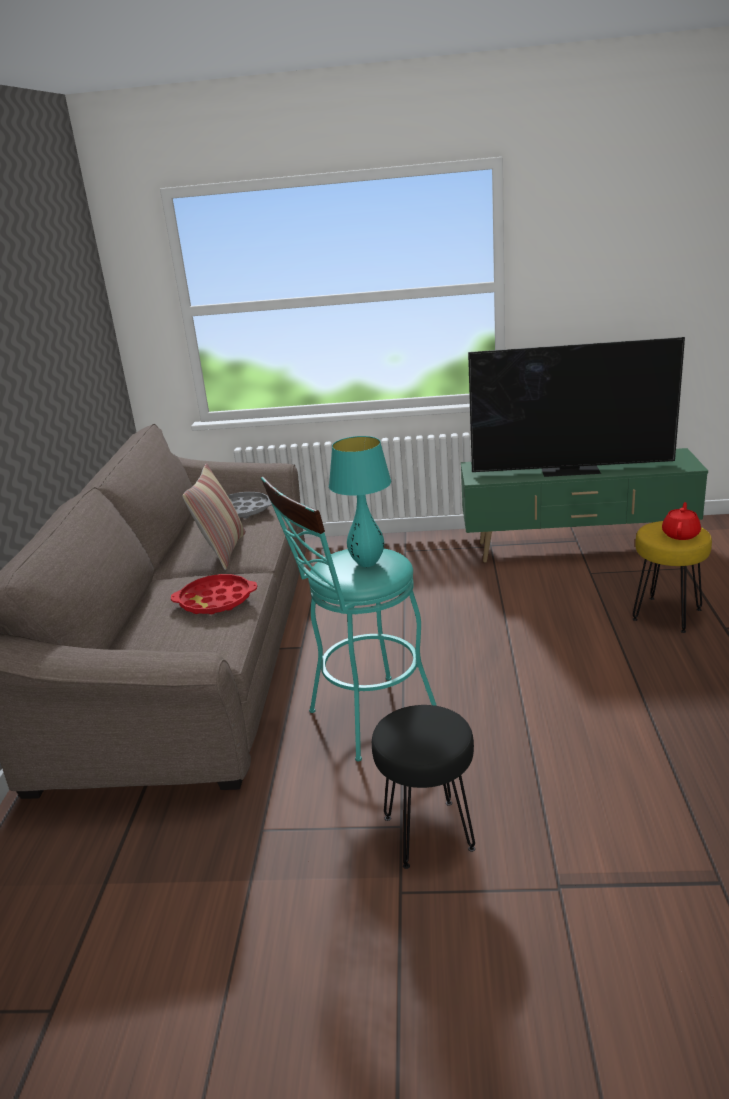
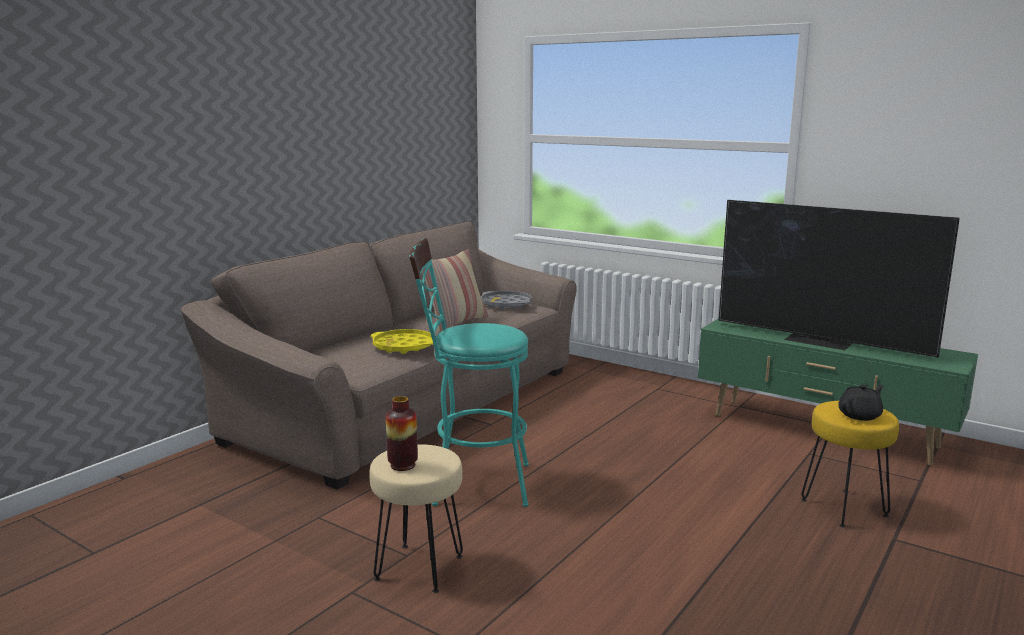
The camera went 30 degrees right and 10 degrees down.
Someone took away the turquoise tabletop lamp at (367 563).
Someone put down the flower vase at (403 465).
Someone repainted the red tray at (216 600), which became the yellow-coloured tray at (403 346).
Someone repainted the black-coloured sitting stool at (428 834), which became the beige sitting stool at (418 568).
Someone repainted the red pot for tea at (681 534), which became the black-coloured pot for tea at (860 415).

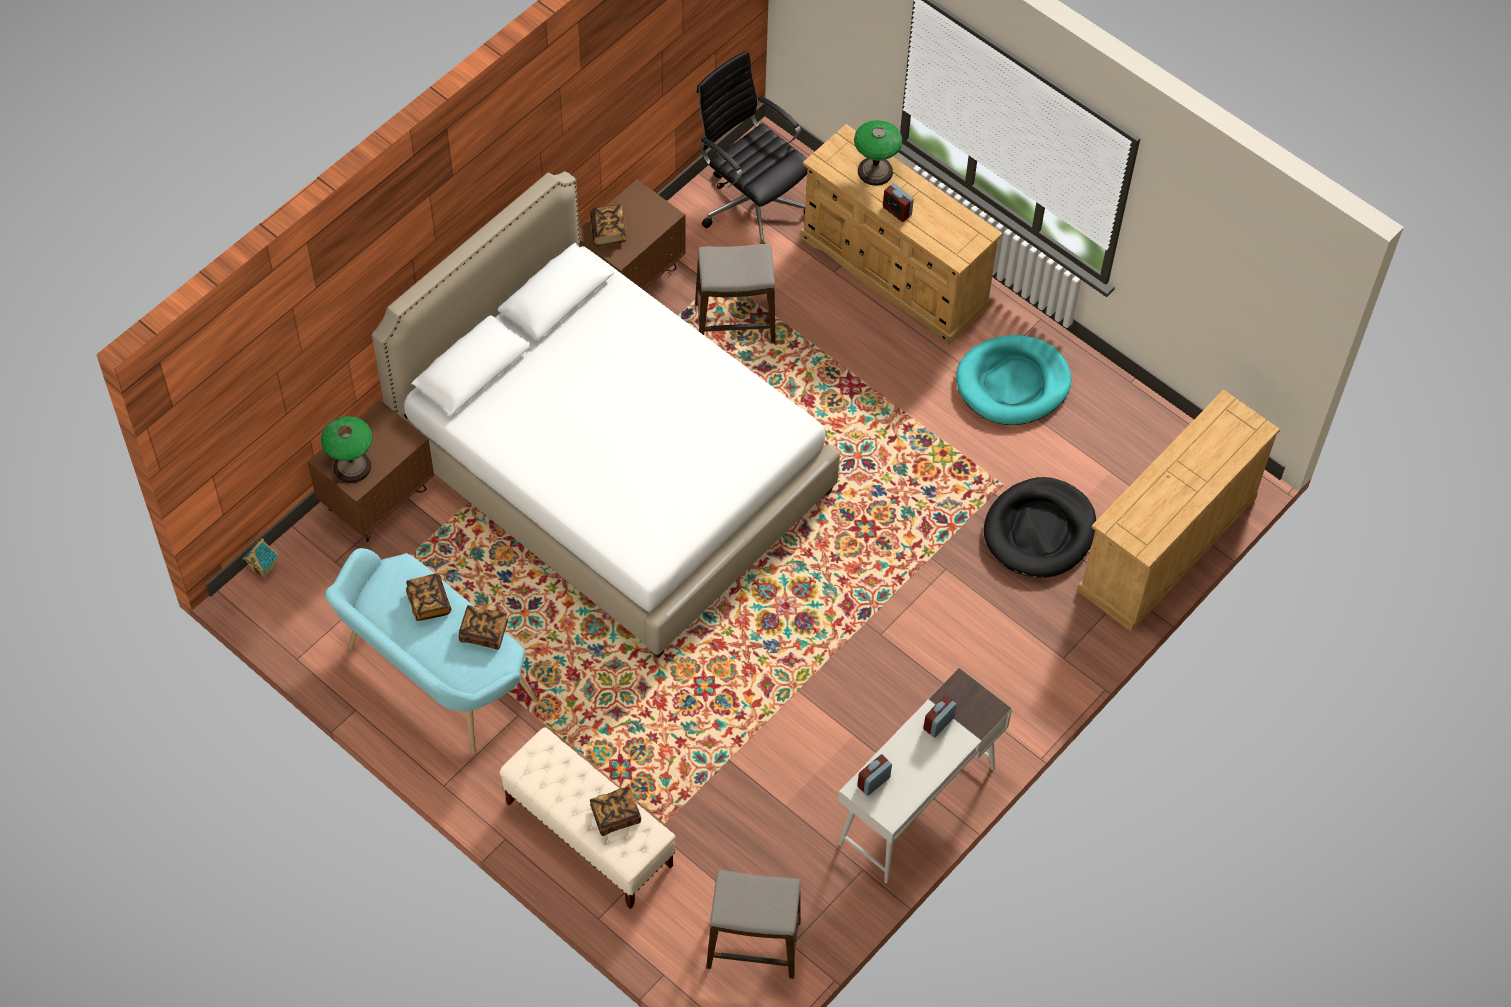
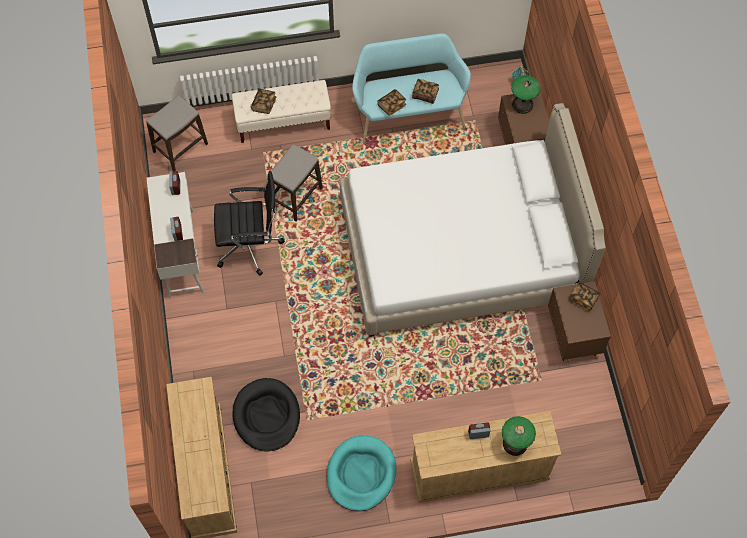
The camera went 130 degrees right and 5 degrees up.
Someone carried the sitting stool from (734 323) to (296 197).
Someone carried the black-coloured computer chair from (752 204) to (250 245).

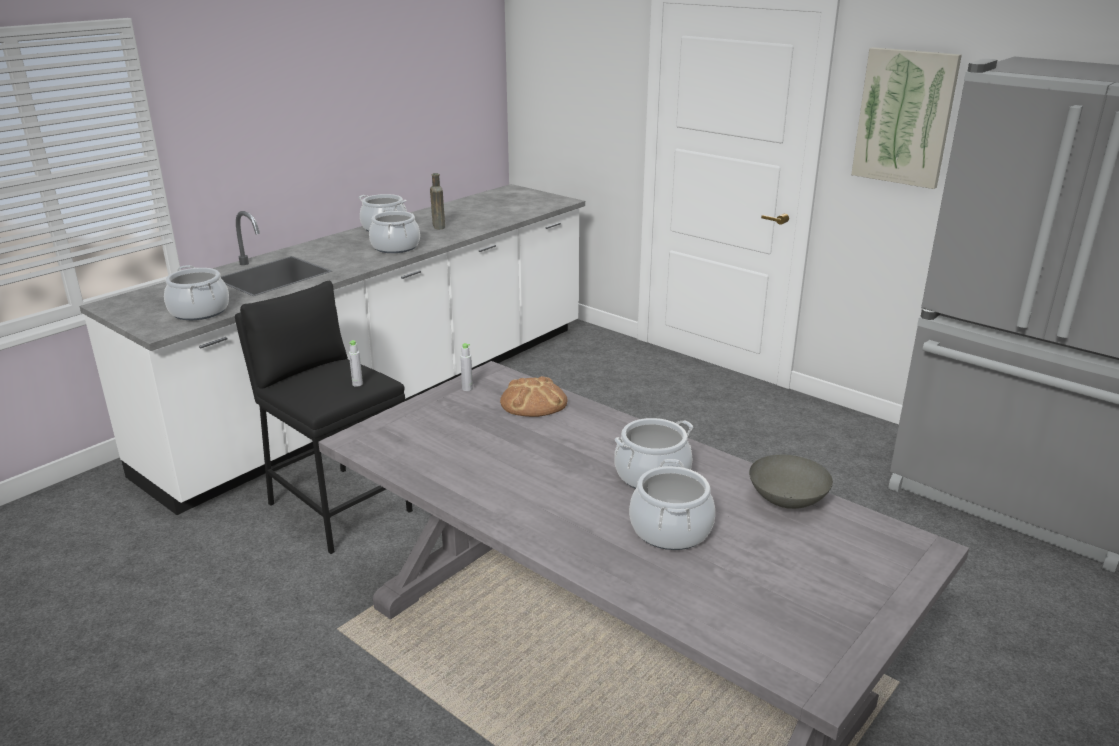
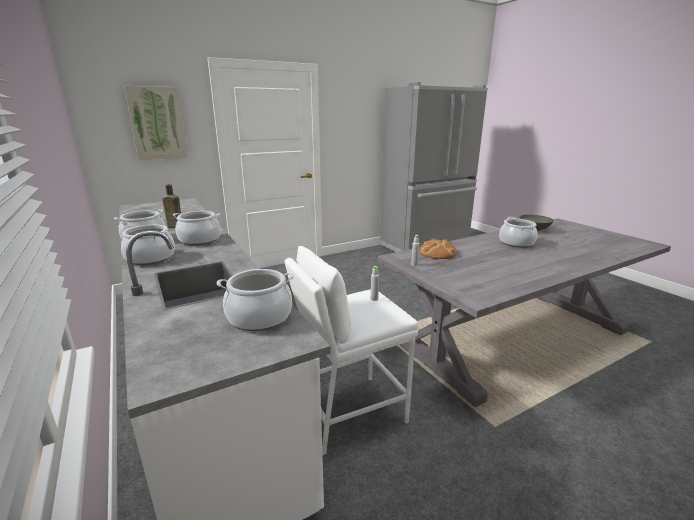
The camera went 70 degrees left and 5 degrees down.
Someone carried the stockpot from (671 529) to (151 258).
Someone carried the wall picture from (904 117) to (157 123).
Someone repainted the black-coloured sitting stool at (339 507), which became the white sitting stool at (349 412).

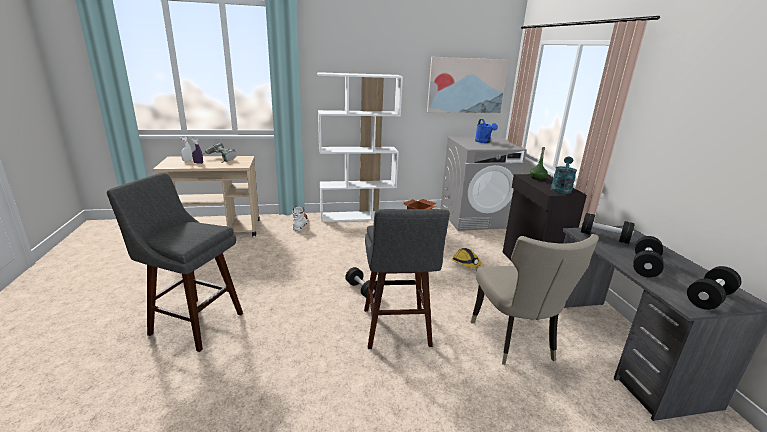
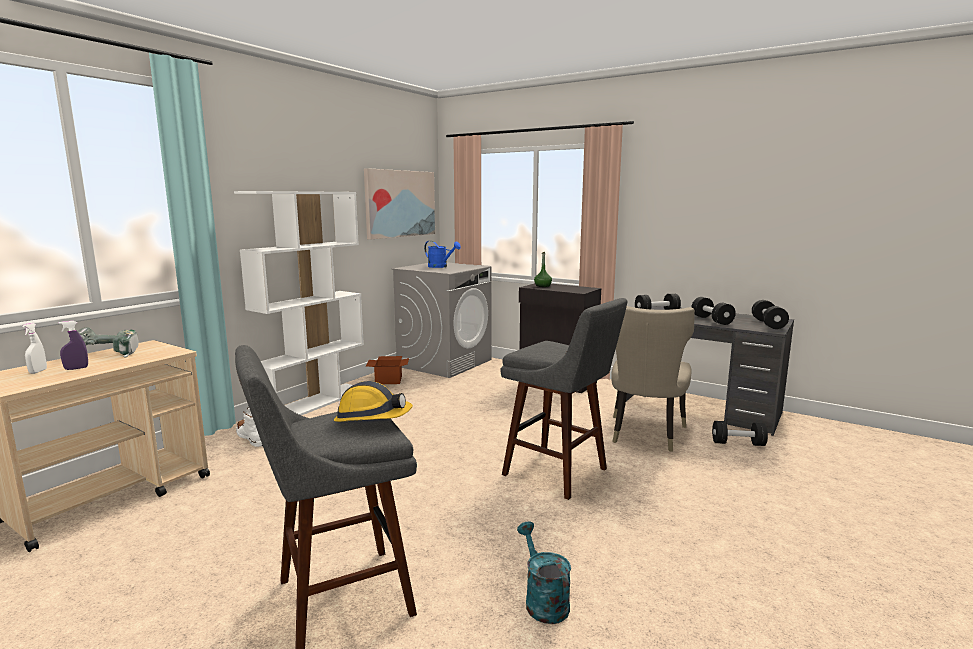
The camera went 45 degrees left and 10 degrees down.
Someone carried the black-coloured dumbbell from (362 290) to (738 443).
Someone carried the safety helmet from (466 263) to (372 418).
Someone carried the turquoise sprinkling can from (561 188) to (543 600).
Someone rotated the beige plain chair at (515 342) by 75 degrees clockwise.

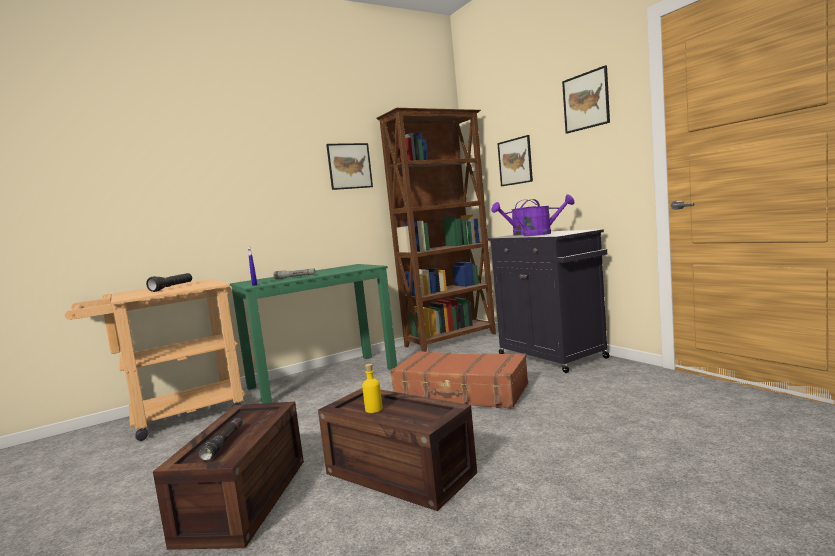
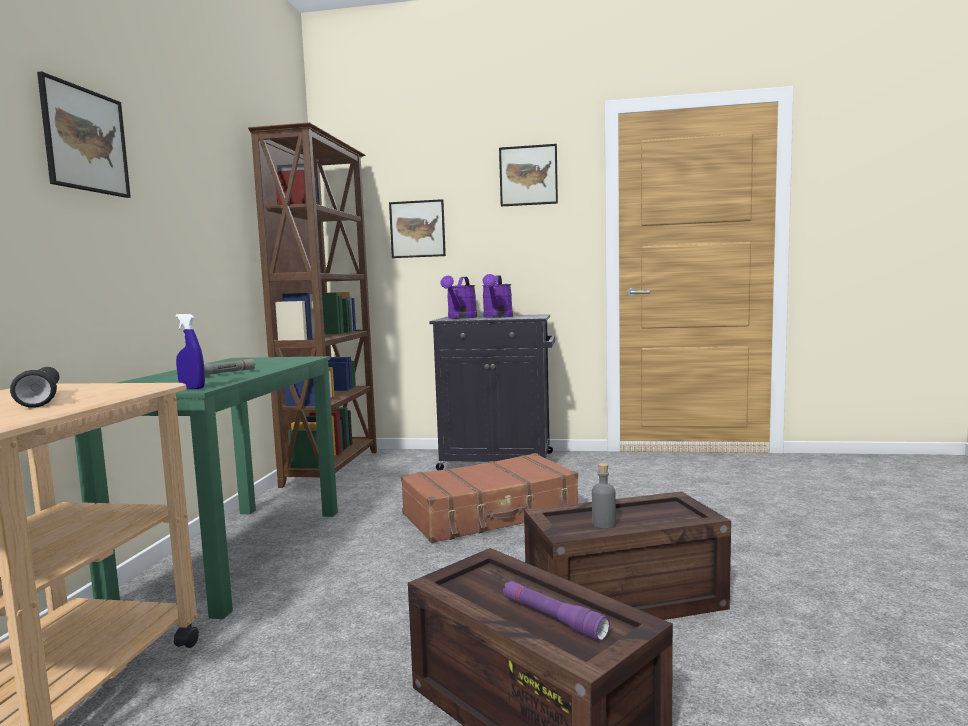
The camera went 50 degrees left and 0 degrees up.
Someone carried the wall picture from (349 166) to (85 140).
Someone repainted the black-coloured flashlight at (223 443), which became the purplish flashlight at (552 618).
Someone repainted the yellow-coloured bottle at (374 409), which became the gray bottle at (603 524).
Someone rotated the purplish sprinkling can at (543 234) by 150 degrees clockwise.

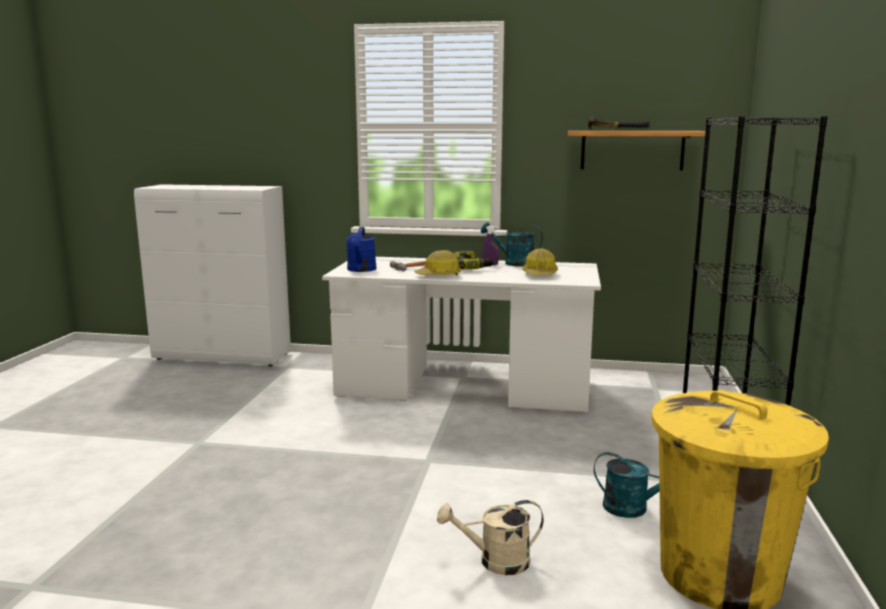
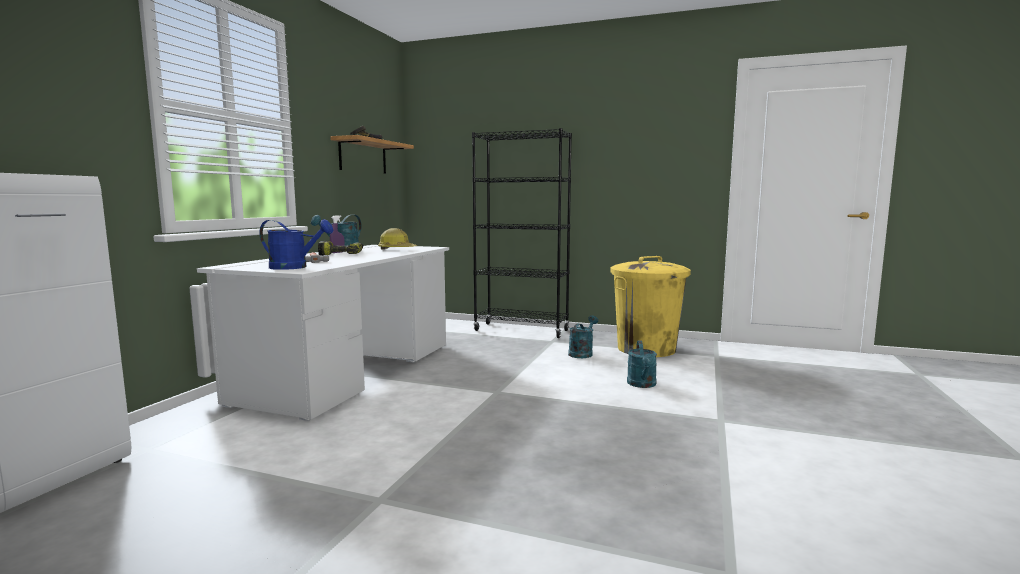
The camera went 80 degrees left and 5 degrees down.
Someone took away the safety helmet at (439 276).
Someone repainted the beige sprinkling can at (495 562), which became the turquoise sprinkling can at (642 385).

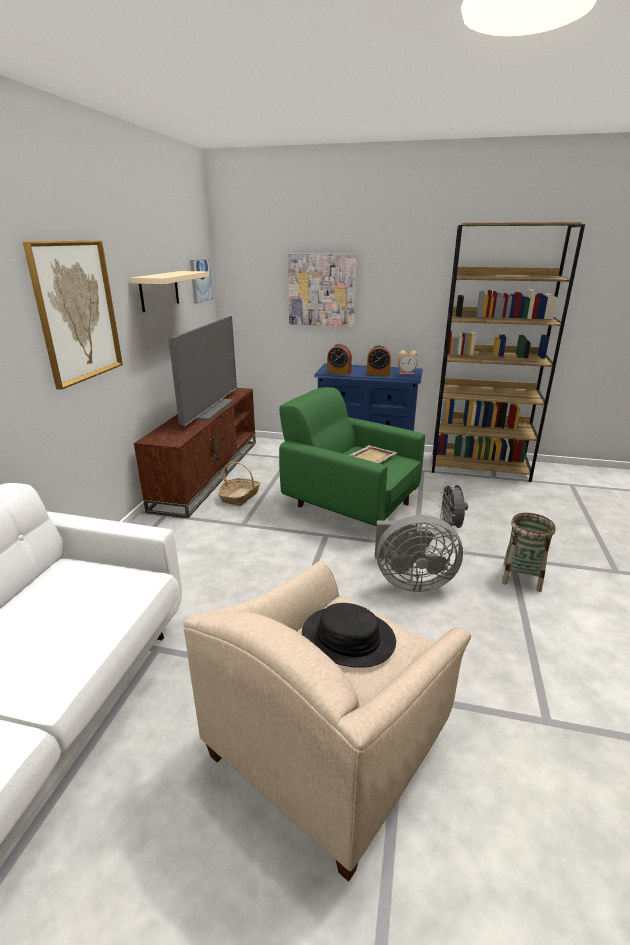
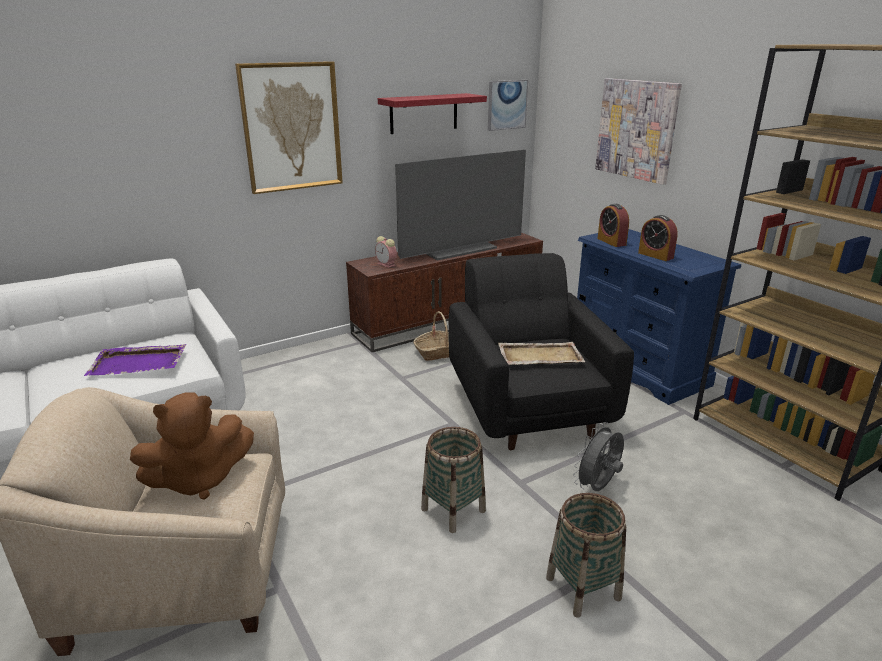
The camera went 45 degrees right and 0 degrees up.
Someone put down the purplish tray at (139 363).
Someone carried the bedside clock from (407 373) to (387 265).
Someone swapped the black-coloured clothing hat at (348 638) for the brown-coloured soft toy at (199 480).
Someone swapped the gray fan at (410 581) for the basket at (453 510).
Someone repainted the beige shelf at (159 290), which became the red shelf at (424 113).
Someone repainted the greenish lounge chair at (349 503), which became the black-coloured lounge chair at (528 406).

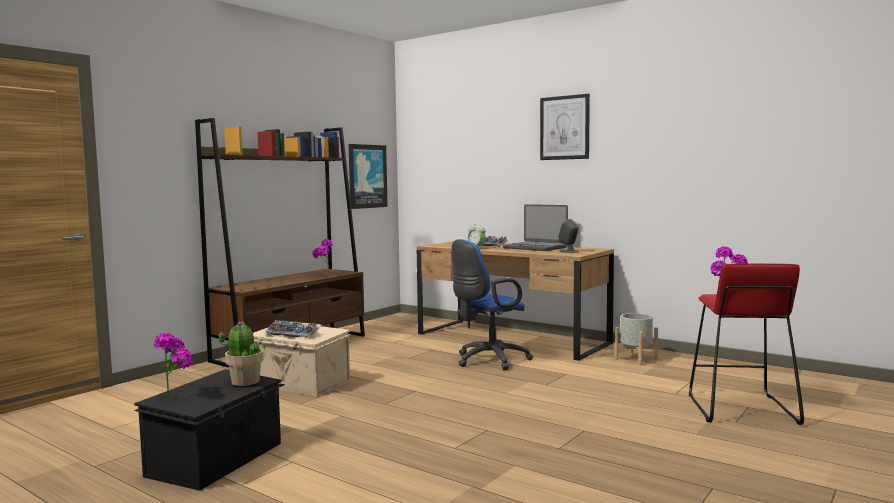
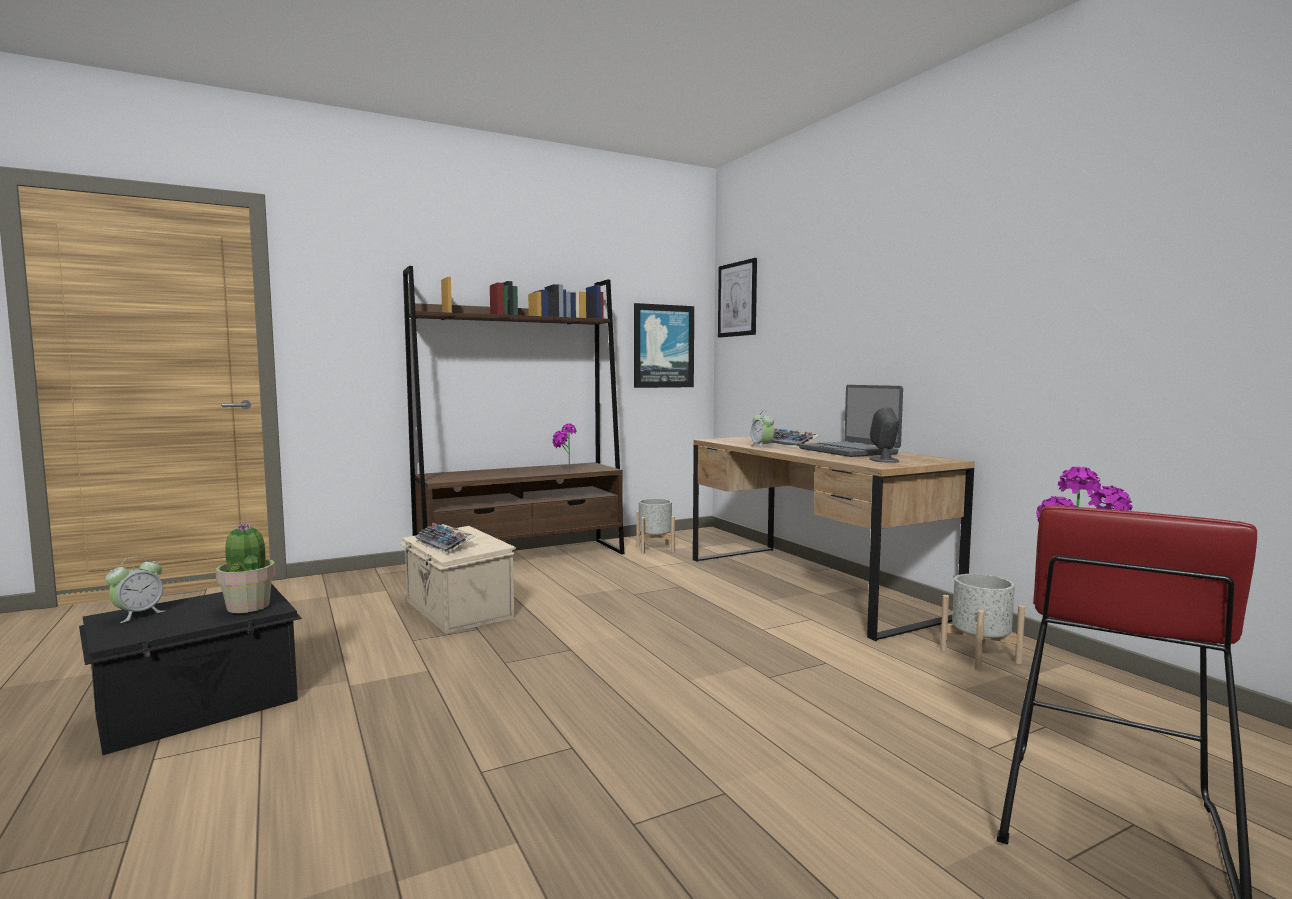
The camera went 25 degrees right and 0 degrees up.
Someone took away the blue computer chair at (488 360).
Someone put down the gray planter at (655 548).
Someone carried the wall picture from (564 127) to (737 299).
Someone swapped the houseplant at (176 396) for the bedside clock at (138 614).

